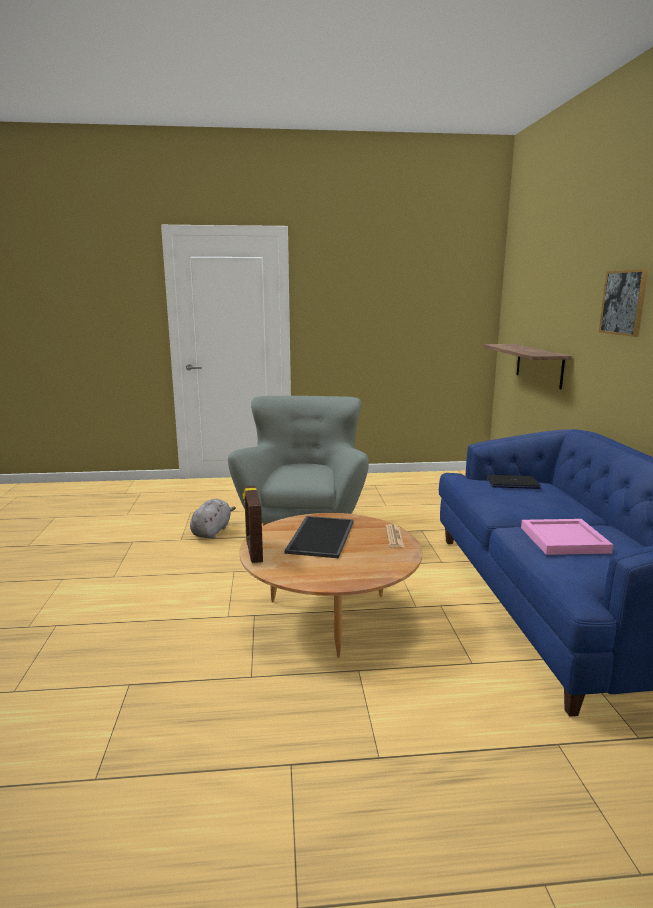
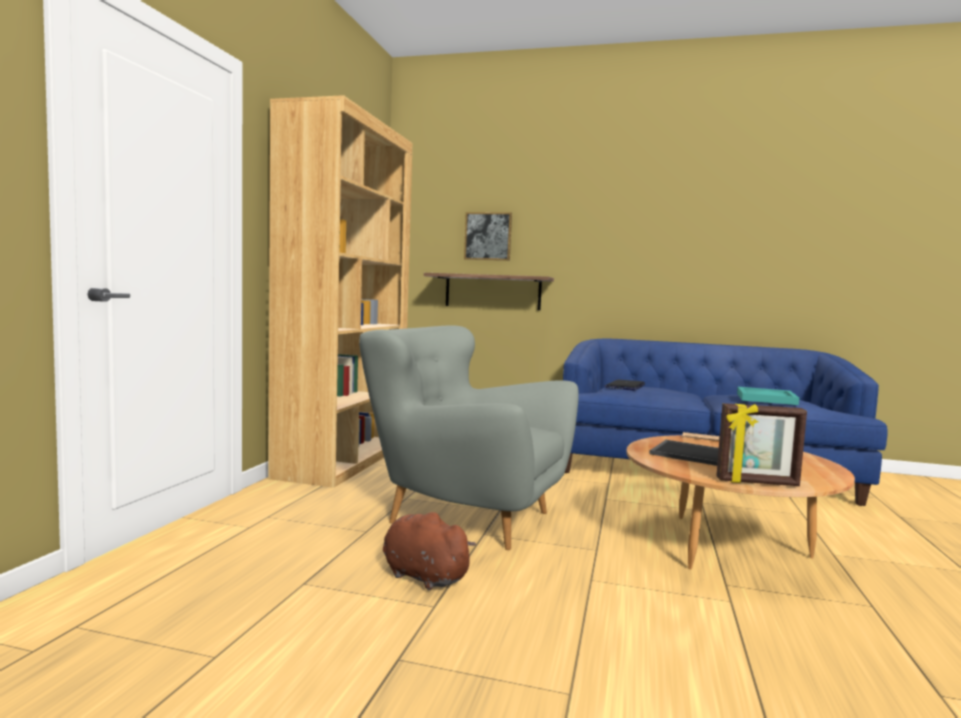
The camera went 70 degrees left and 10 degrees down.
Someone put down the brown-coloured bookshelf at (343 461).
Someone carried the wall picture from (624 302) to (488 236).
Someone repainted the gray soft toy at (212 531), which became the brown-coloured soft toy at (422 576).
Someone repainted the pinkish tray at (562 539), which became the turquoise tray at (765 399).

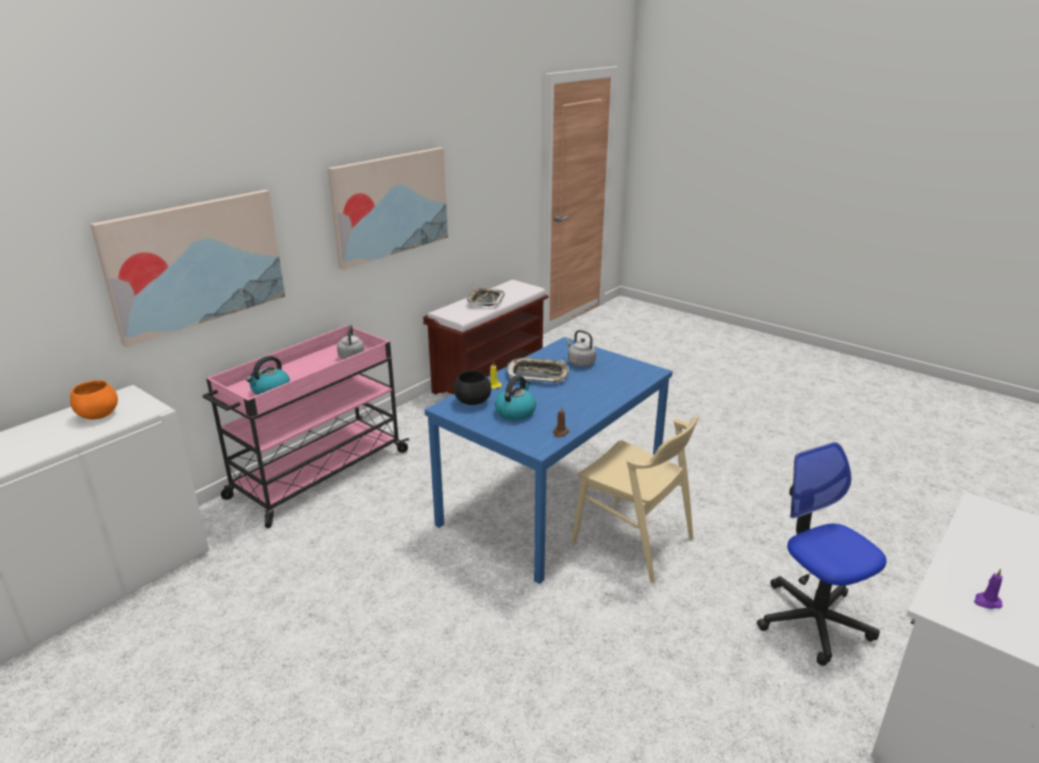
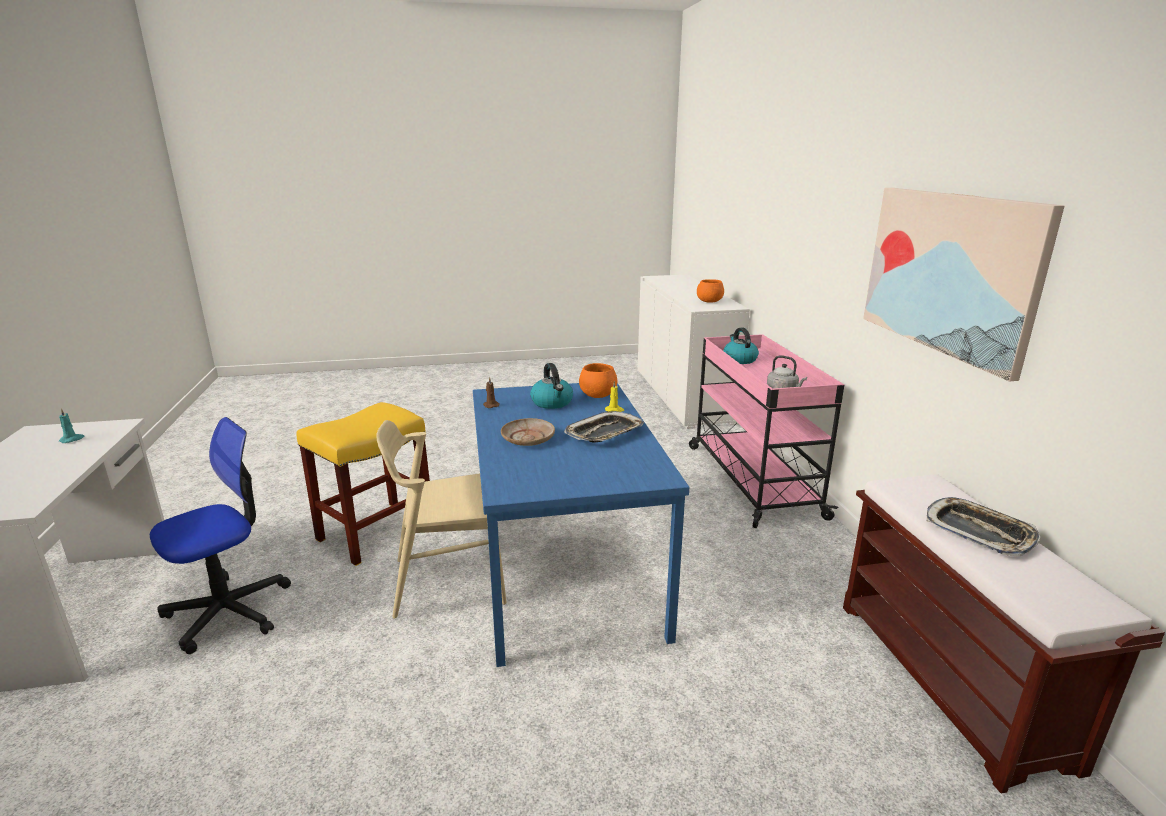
The camera went 130 degrees right and 5 degrees down.
Someone took away the wall picture at (196 263).
Someone took away the gray water kettle at (580 362).
Someone put down the yellow-coloured sitting stool at (376 531).
Someone put down the beige dinner plate at (528 439).
Someone repainted the black-coloured serving bowl at (472 401), which became the orange serving bowl at (598 395).
Someone repainted the purplish candle at (986 602), which became the turquoise candle at (72 439).
Someone rotated the computer chair at (813 620) by 60 degrees counterclockwise.

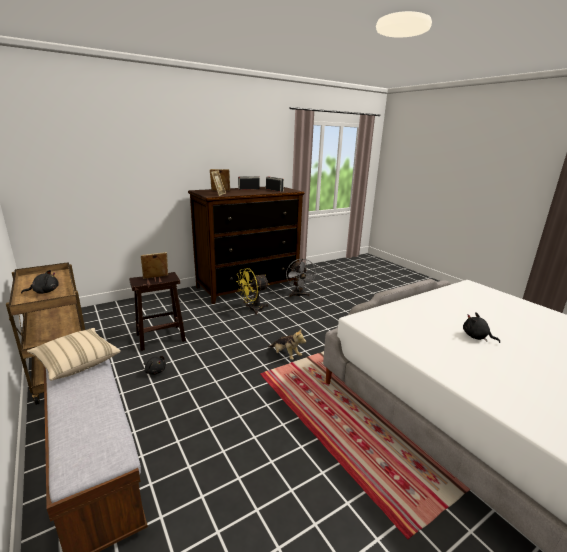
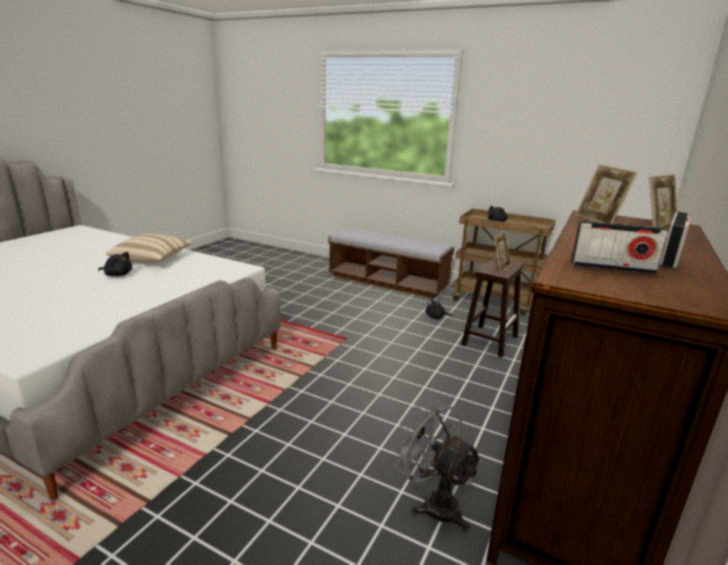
The camera went 150 degrees right and 0 degrees up.
Someone took away the yellow-coloured fan at (252 309).
Someone took away the soft toy at (286 355).
Someone carried the beige cushion from (77 362) to (152 260).

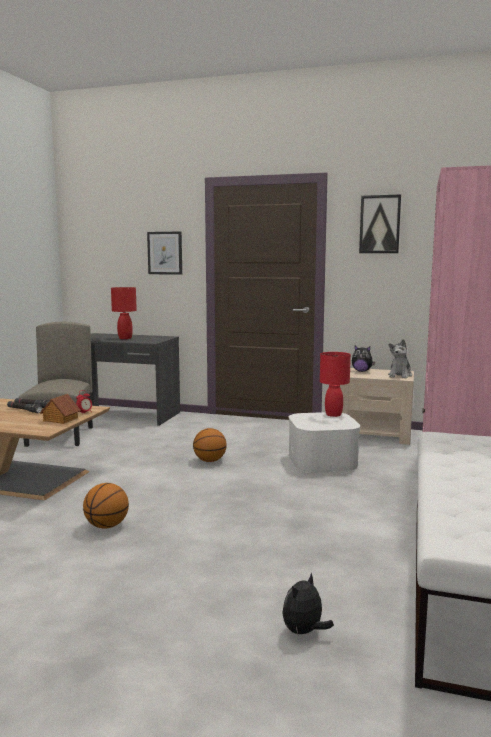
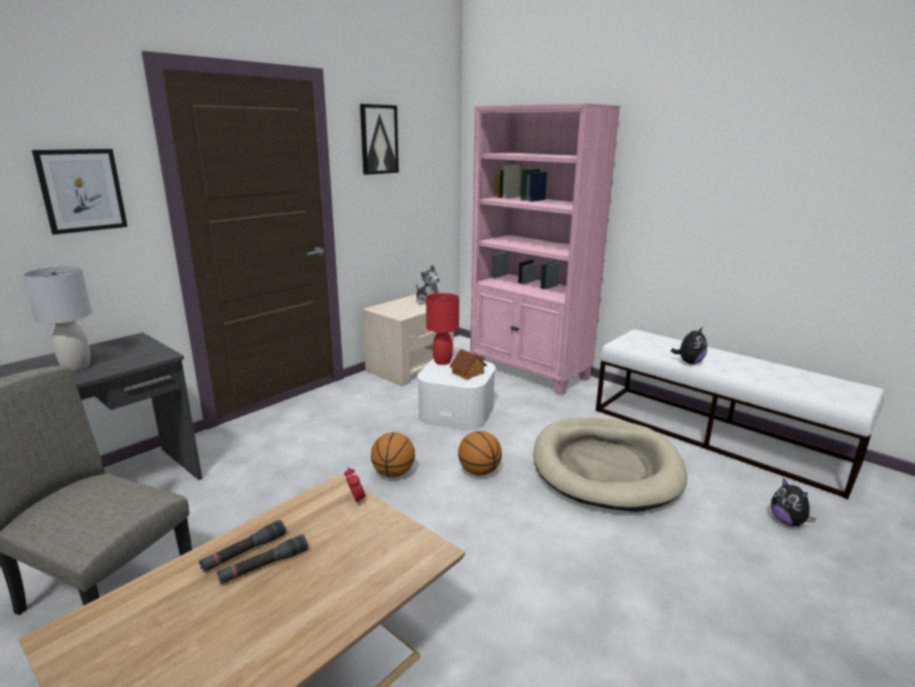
The camera went 65 degrees left and 10 degrees up.
Someone put down the beige pet bed at (605 467).
Someone carried the toy house from (60 419) to (468 373).
Someone carried the basketball ball from (107 526) to (479 471).
Someone carried the soft toy from (361 371) to (689 362).
Someone repainted the red tabletop lamp at (125 338), which became the gray tabletop lamp at (76 366).

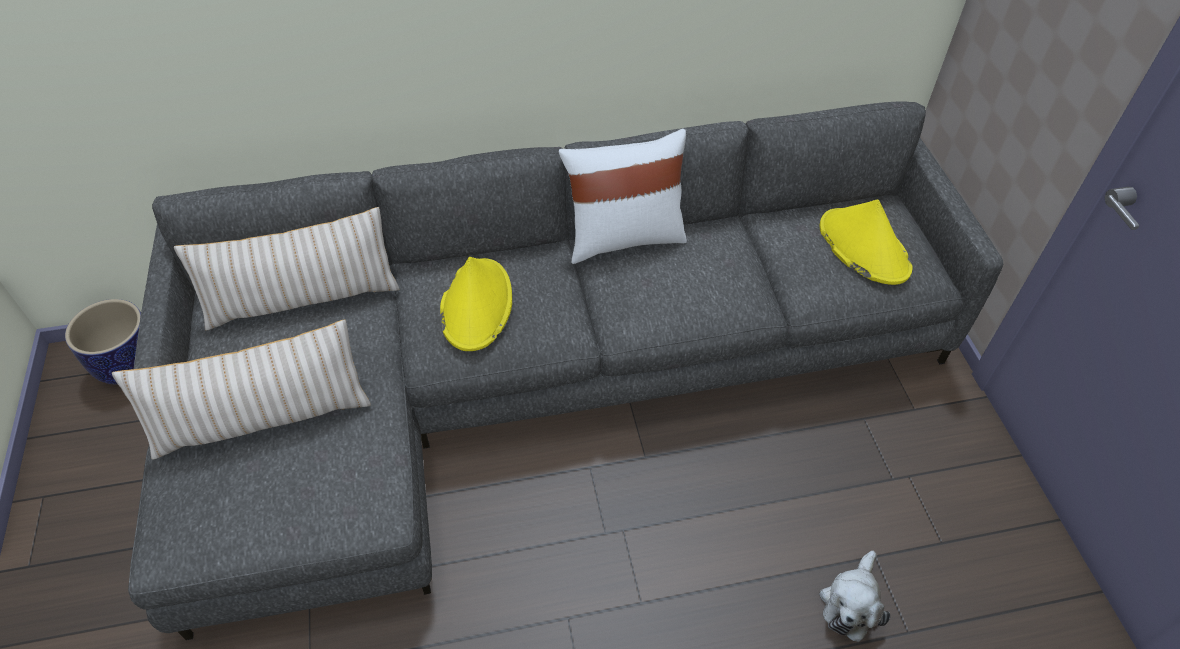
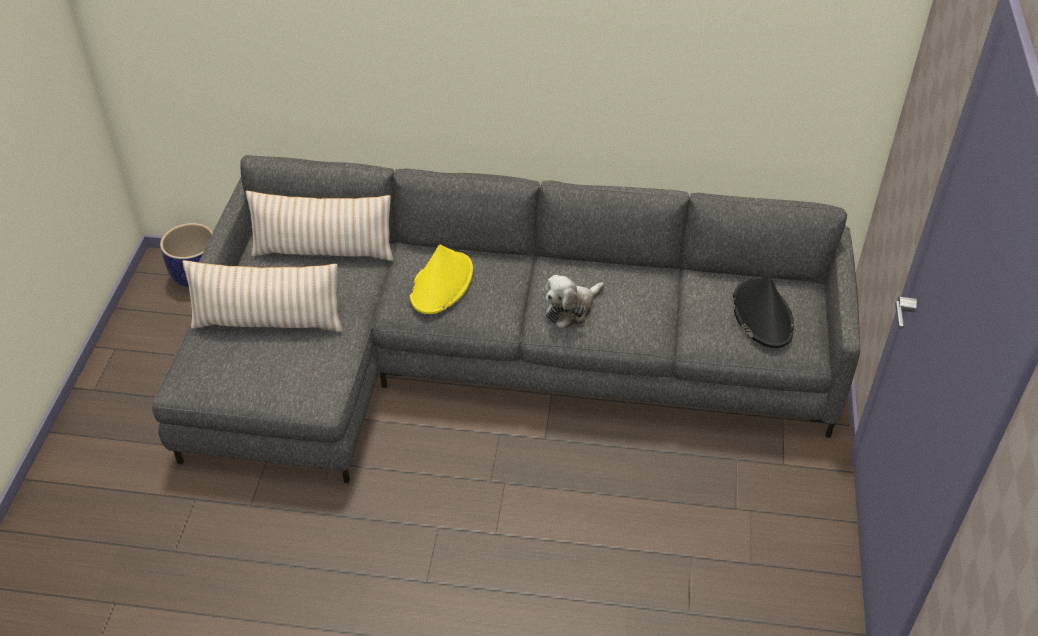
The camera went 20 degrees right and 5 degrees down.
Someone took away the white cushion at (623 238).
Someone carried the soft toy from (851 603) to (571 309).
Someone repainted the yellow-coloured clothing hat at (863 247), which became the black-coloured clothing hat at (762 315).

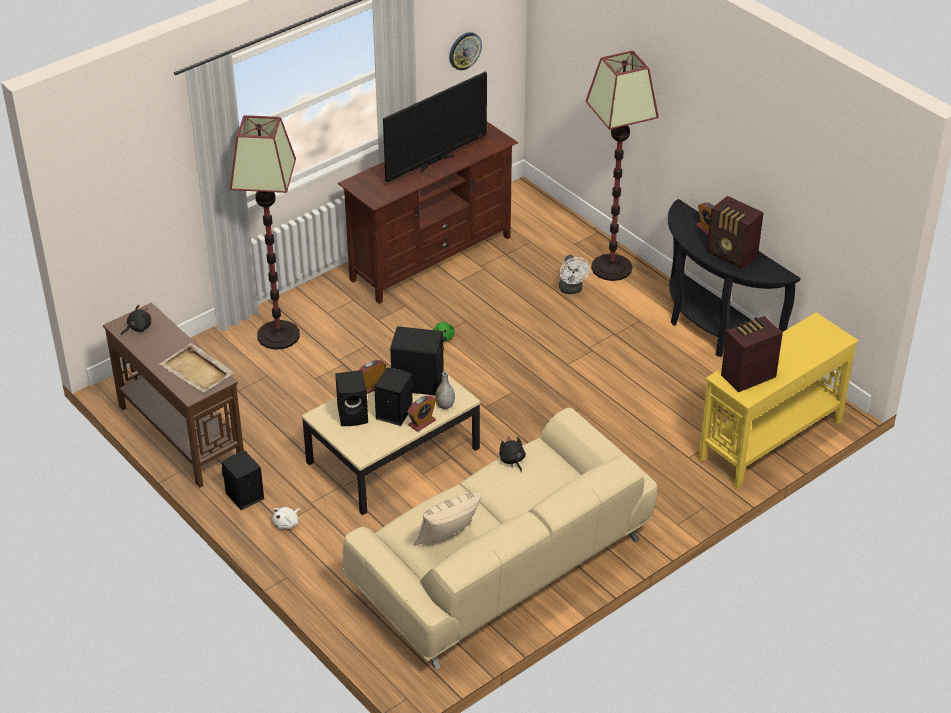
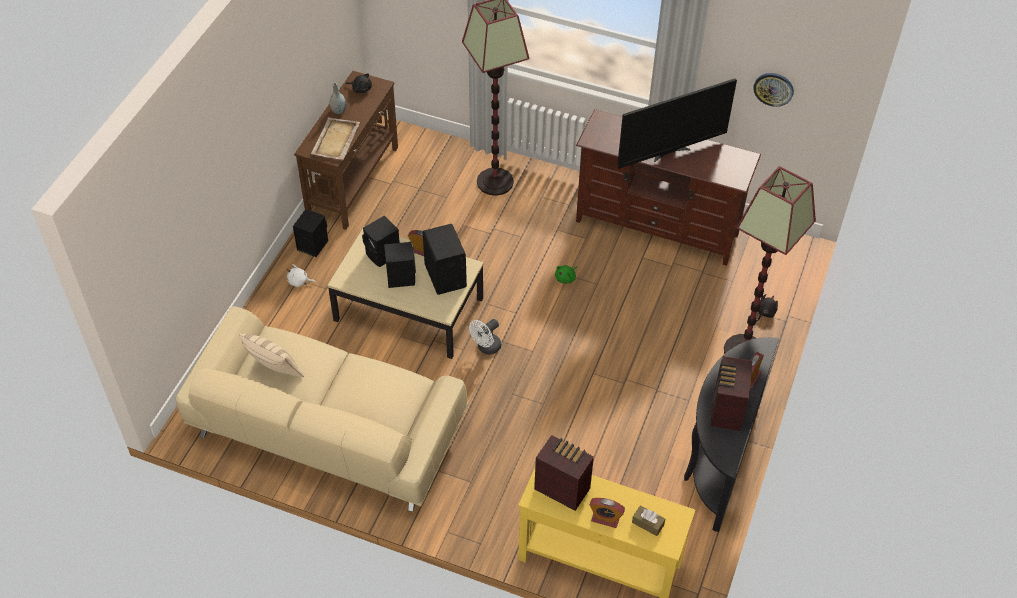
The camera went 60 degrees right and 10 degrees up.
Someone put down the brown-coloured tissue box at (648 523).
Someone carried the bedside clock from (422 423) to (605 518).
Someone carried the gray flower vase from (445 405) to (338 111).
Someone carried the black-coloured soft toy from (512 460) to (764 313).
Someone carried the white fan from (571 290) to (486 348).
Someone rotated the TV at (435 162) by 45 degrees counterclockwise.

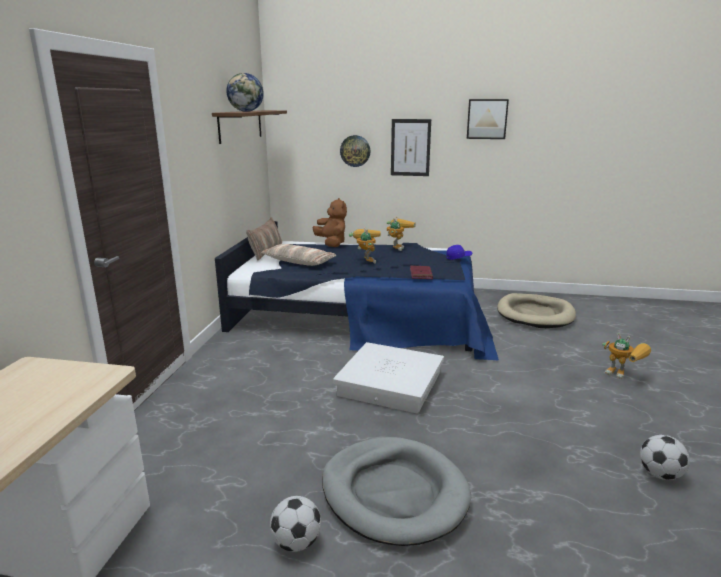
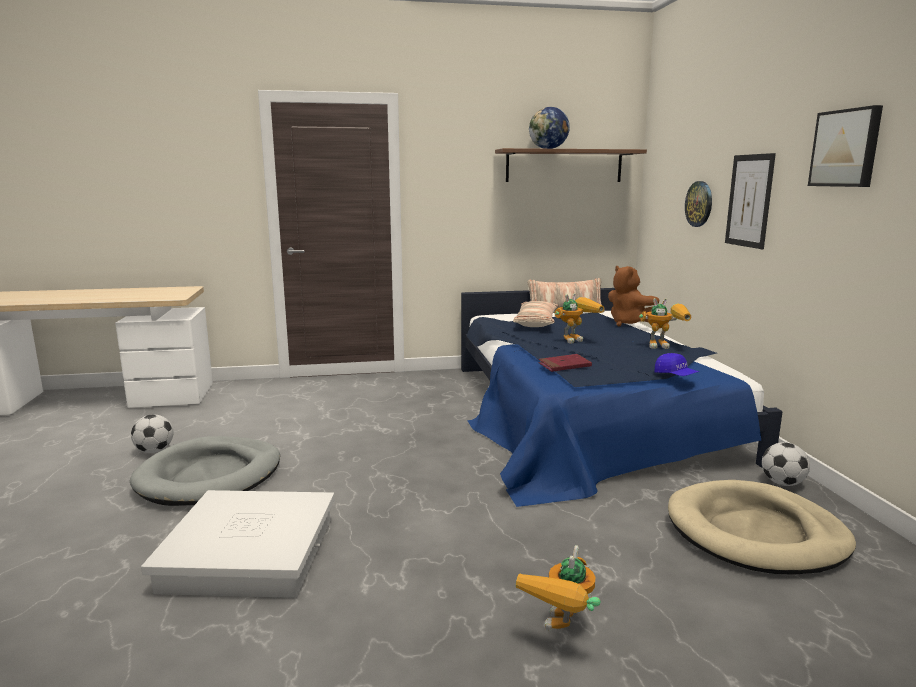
The camera went 70 degrees right and 5 degrees down.
Someone carried the white storage container from (391 384) to (250 554).
Someone carried the football from (660 474) to (782 483).
Someone rotated the brown-coloured soft toy at (331 243) by 105 degrees clockwise.

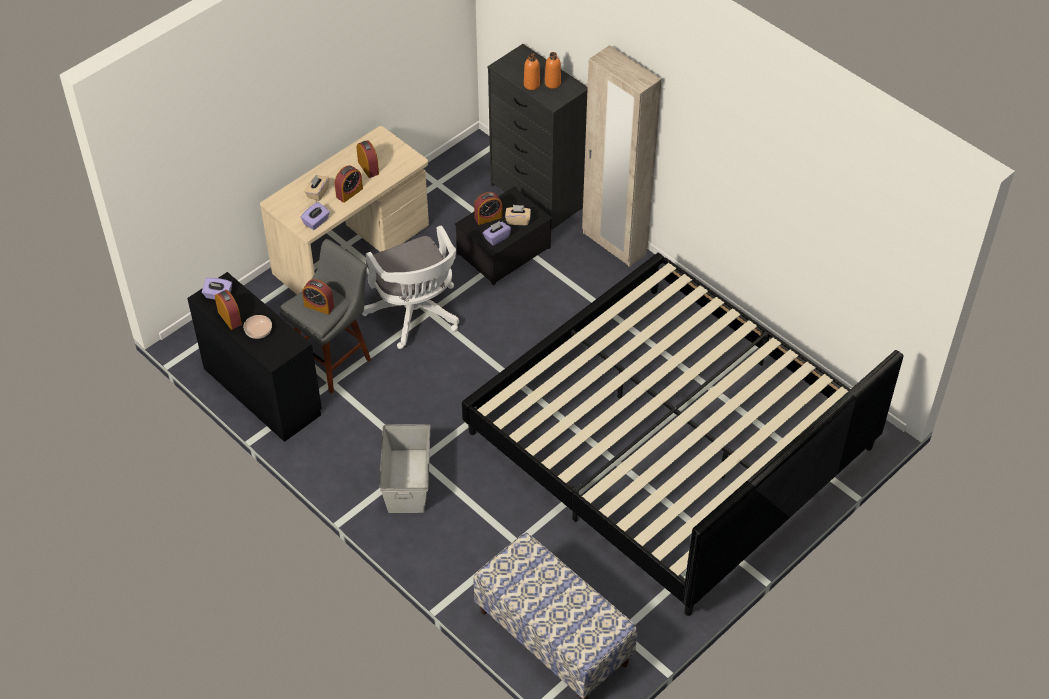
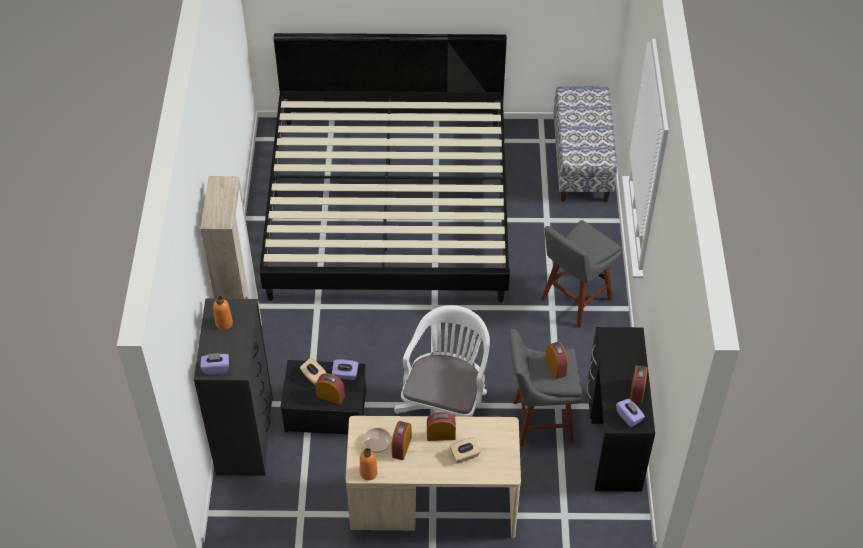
The camera went 135 degrees left and 0 degrees up.
Someone carried the serving bowl from (258 331) to (377 443).
Someone carried the purplish tissue box from (316 222) to (216 368).
Someone carried the orange bottle from (531 85) to (368 473).
Someone swapped the gray storage container at (408 480) for the gray sitting stool at (574 301).

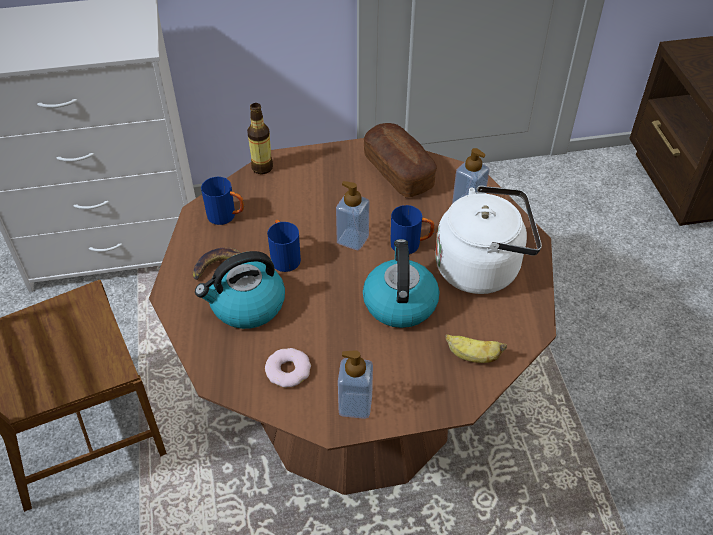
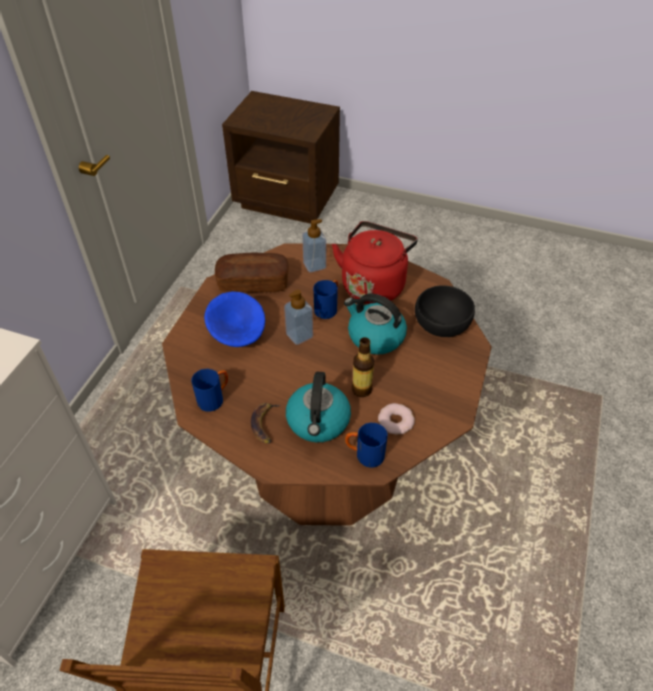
The camera went 60 degrees left and 0 degrees up.
Someone took away the liquid soap bottle at (355 405).
Someone put down the blue serving bowl at (238 337).
Someone carried the bottle from (262 167) to (361 389).
Someone carried the blue mug from (284 257) to (364 455).
Someone swapped the banana at (472 356) for the black-coloured serving bowl at (442 323).
Someone repainted the white water kettle at (482 267), which became the red water kettle at (374 284).

